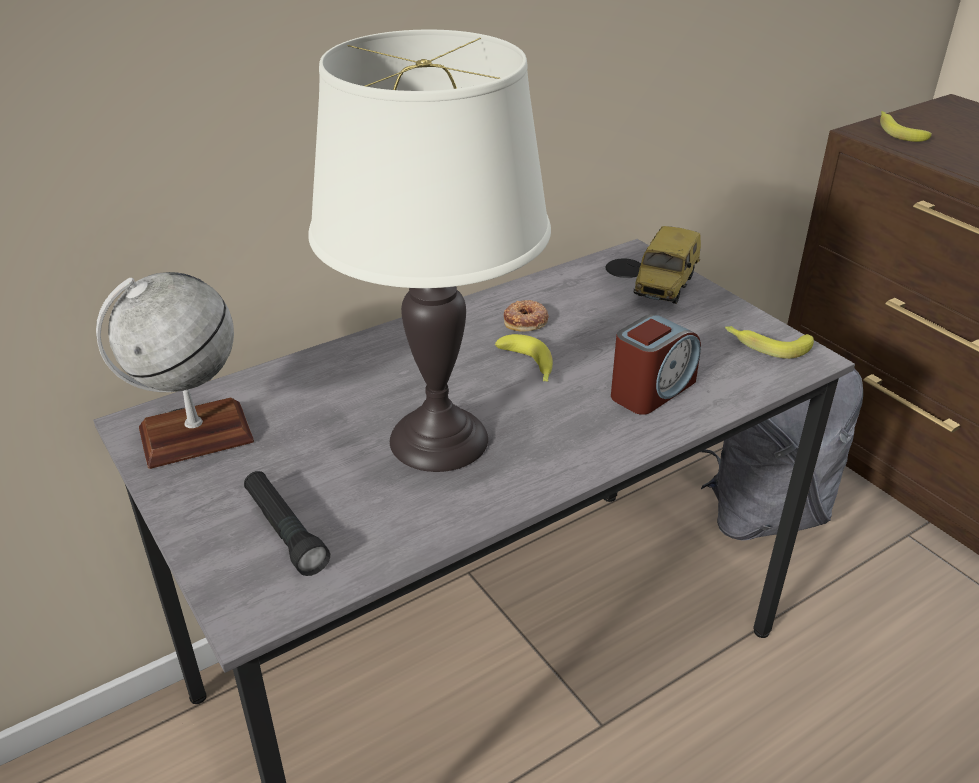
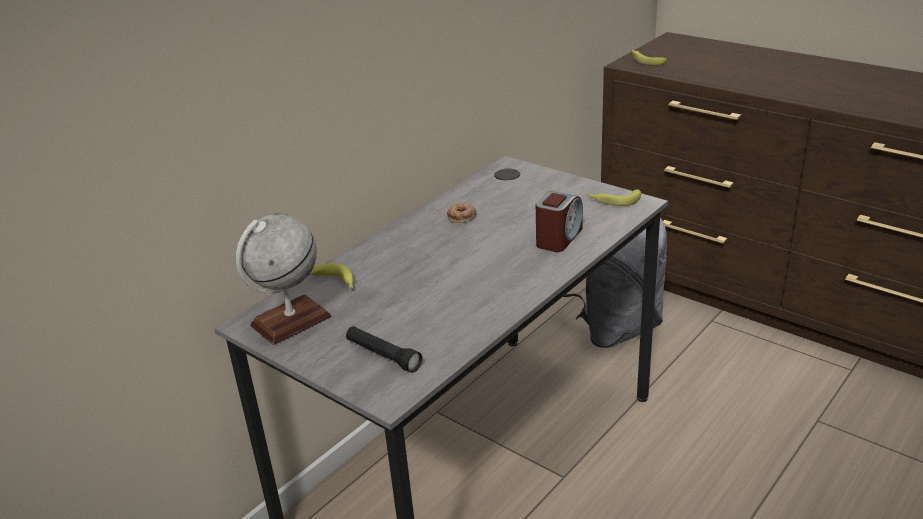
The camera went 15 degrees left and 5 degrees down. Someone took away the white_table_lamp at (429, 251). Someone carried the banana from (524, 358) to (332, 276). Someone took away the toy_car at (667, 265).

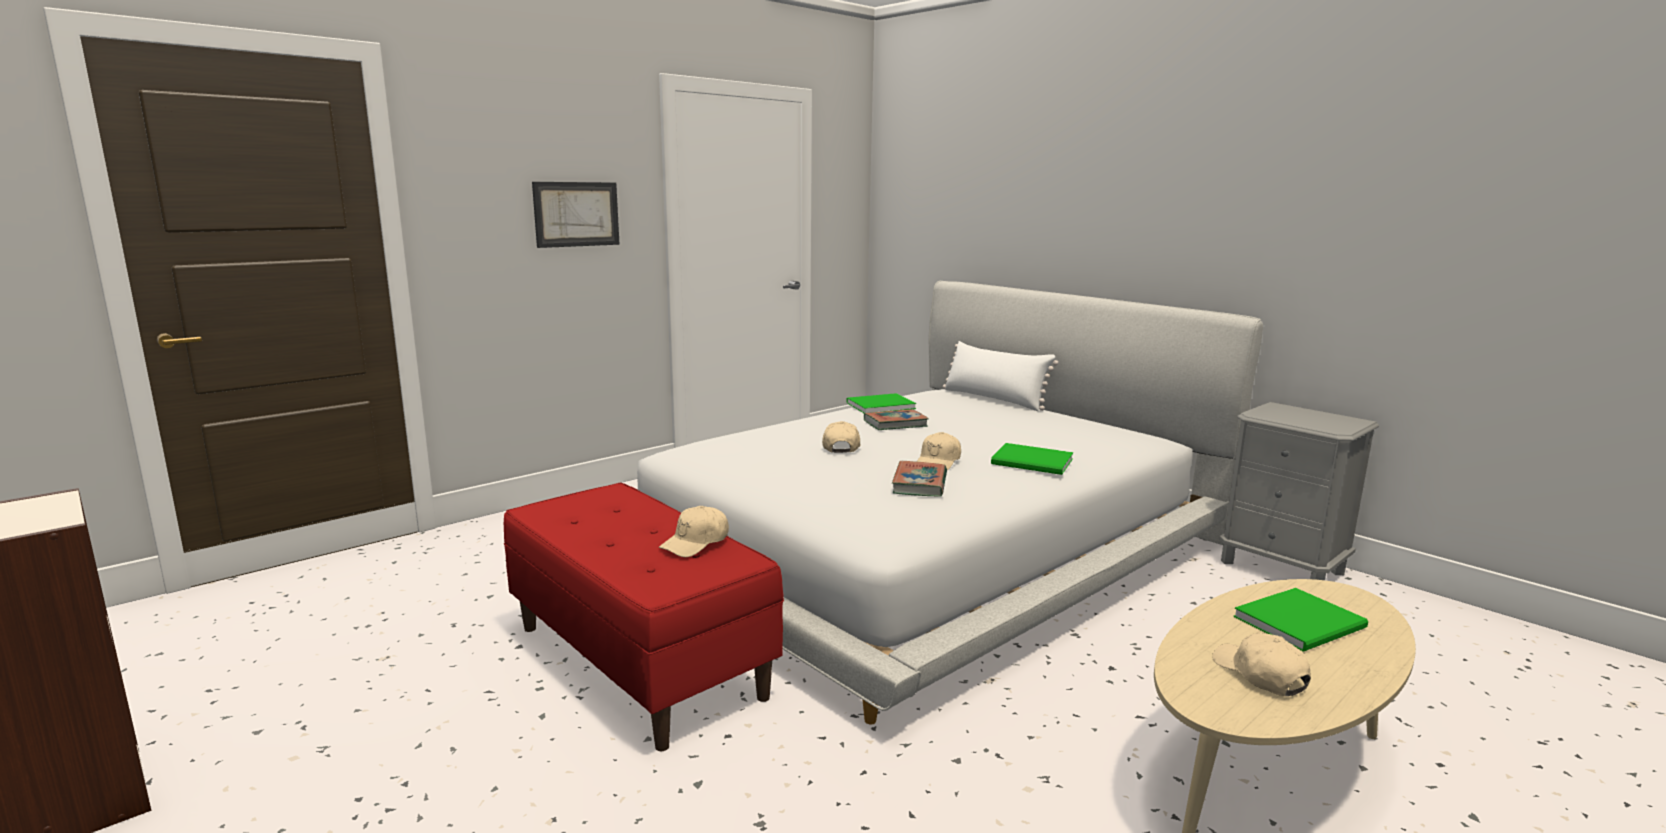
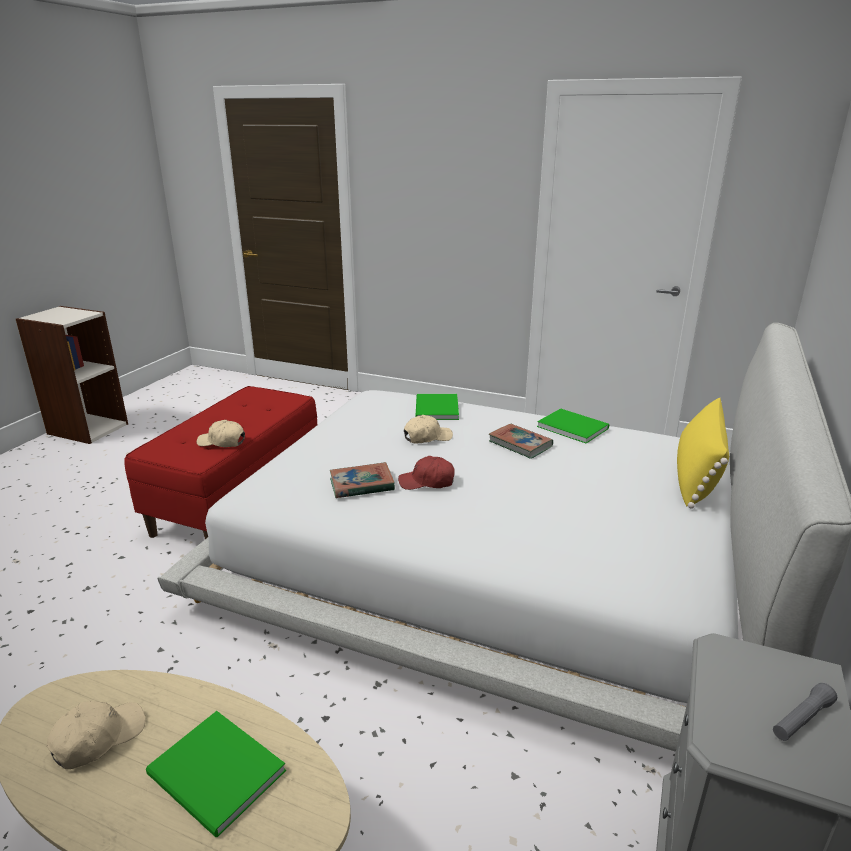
The camera went 65 degrees right and 10 degrees up. Someone took away the picture at (576, 215). Someone repainted the beige_cap at (939, 451), which became the red_cap at (426, 473). Someone repainted the white_pillow at (1000, 376), which became the yellow_pillow at (703, 453). Someone carried the green_book from (1032, 459) to (437, 407). Someone put down the grey_flashlight at (805, 712).

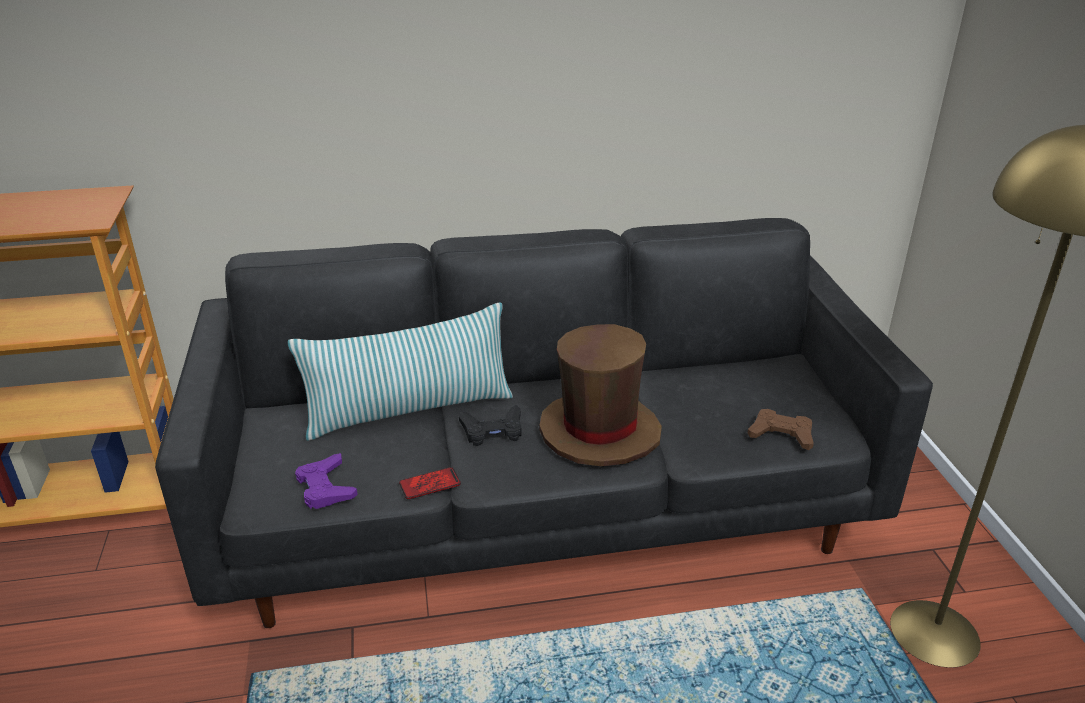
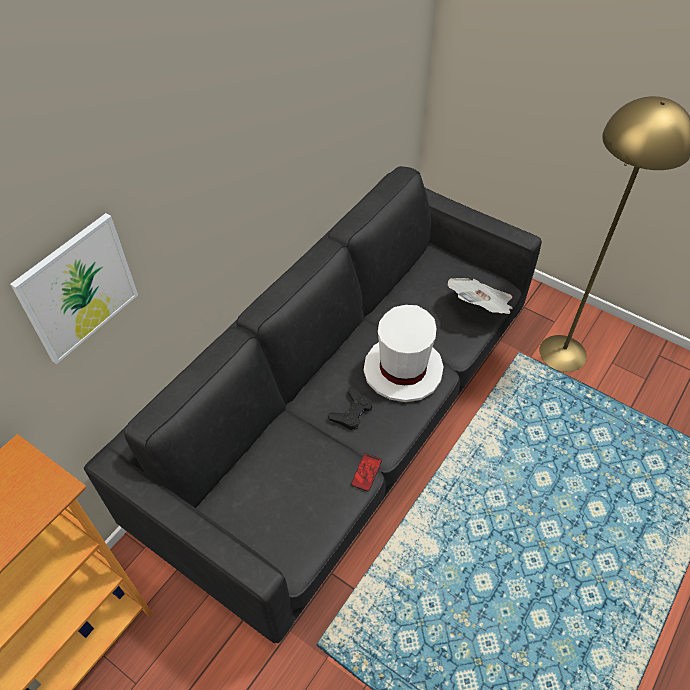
The camera went 45 degrees left and 20 degrees up. Someone took away the pillow at (400, 372). Someone took away the purple_game_controller at (326, 481). Someone repainted the brown_hat at (600, 395), which became the white_hat at (403, 353). Someone swapped the brown_game_controller at (780, 429) for the newspaper at (480, 296). Someone put up the picture at (74, 288).

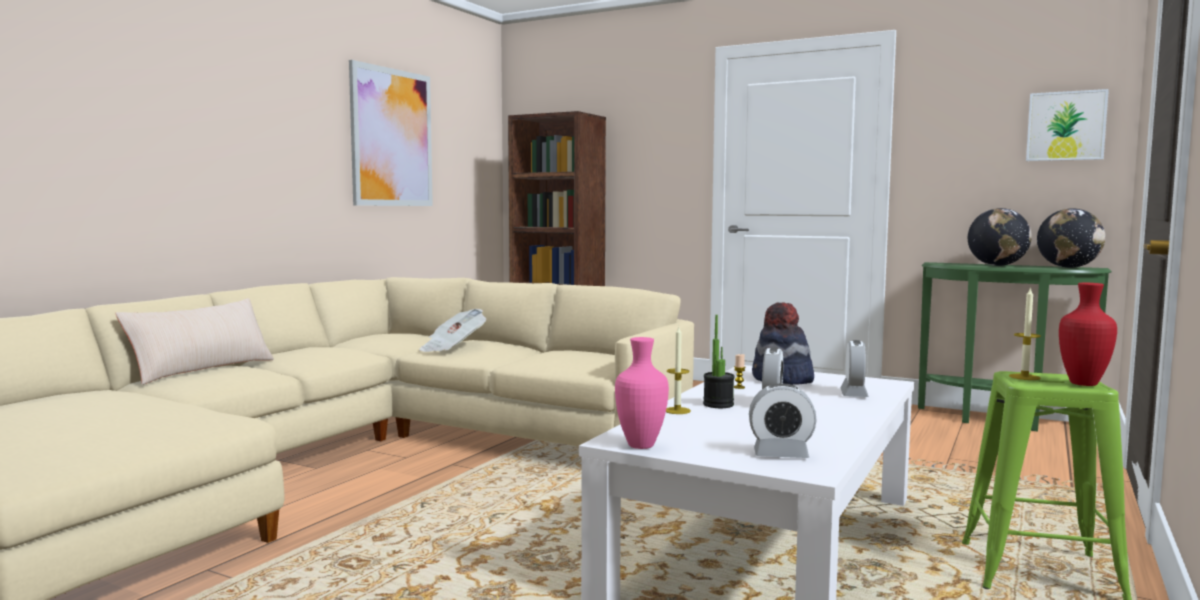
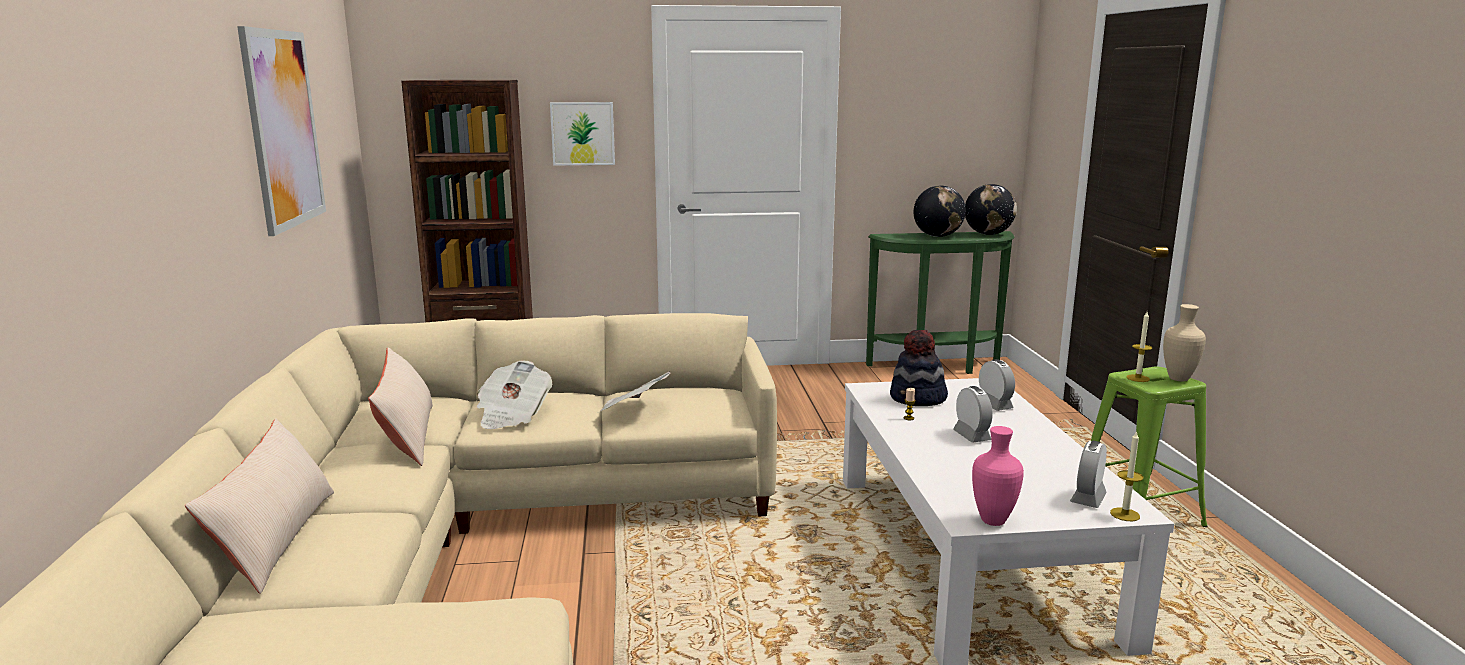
The camera went 35 degrees left and 10 degrees up. Someone carried the candle from (678, 370) to (1126, 476). Someone took away the potted_plant at (719, 361). Someone rotated the alarm_clock at (782, 420) by 150 degrees clockwise. Someone carried the picture from (1067, 125) to (582, 134). Someone repainted the red_vase at (1088, 334), which became the beige_vase at (1184, 342). Someone put down the beige_pillow at (400, 406). Someone put down the newspaper at (634, 391).

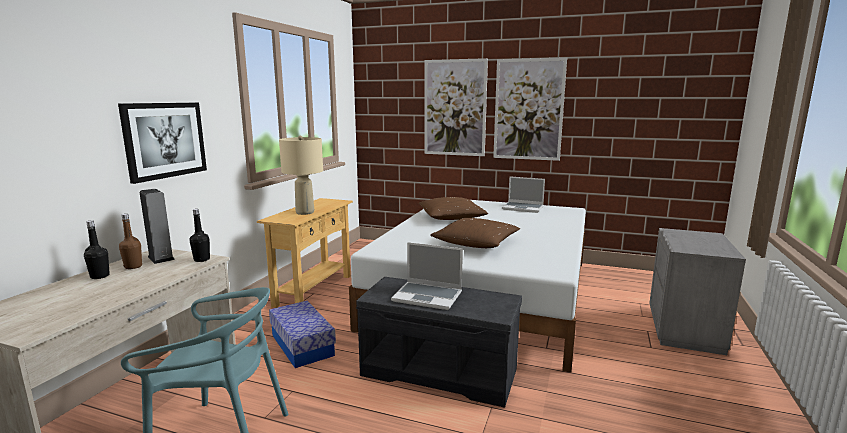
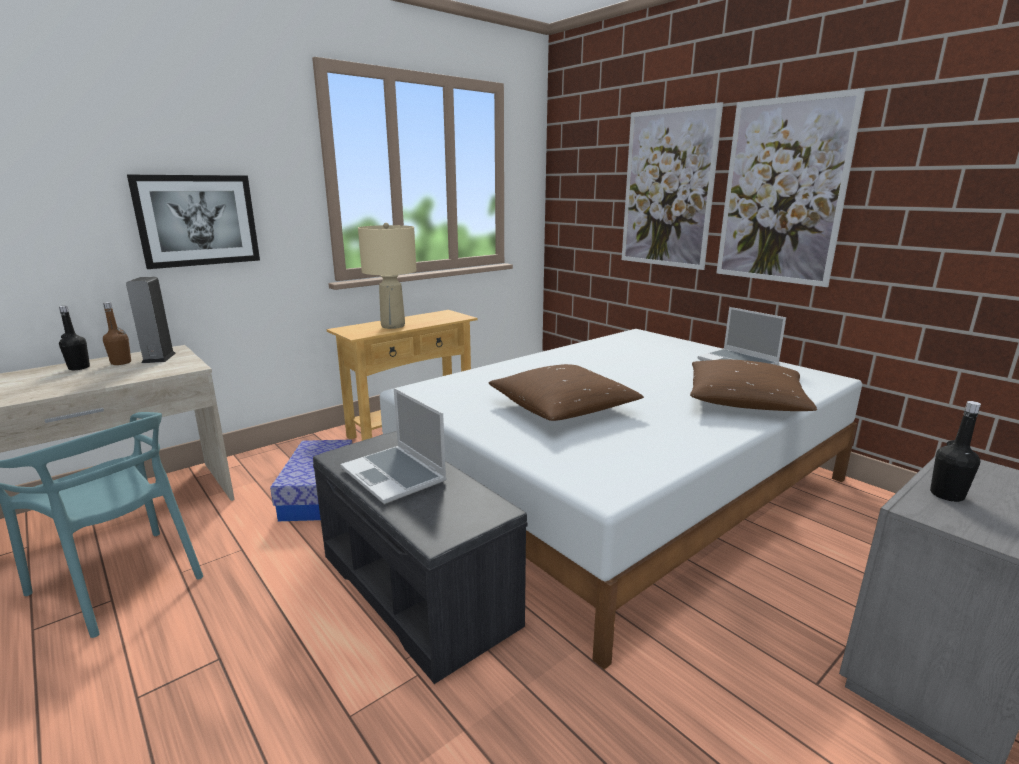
The camera went 30 degrees right and 5 degrees up. Someone carried the black_bottle from (200, 235) to (955, 451). Someone carried the brown_pillow from (453, 208) to (753, 385).

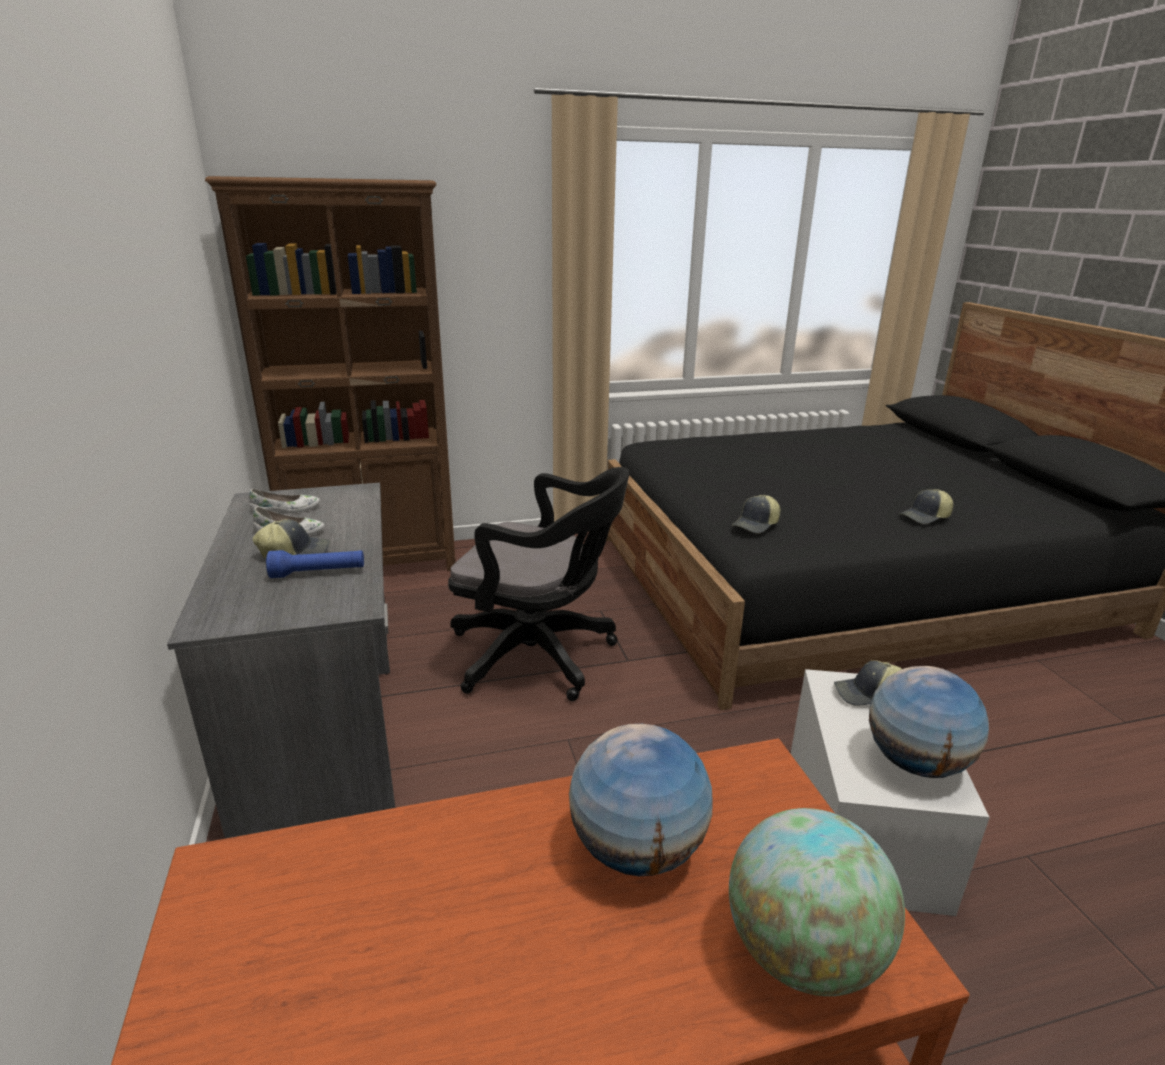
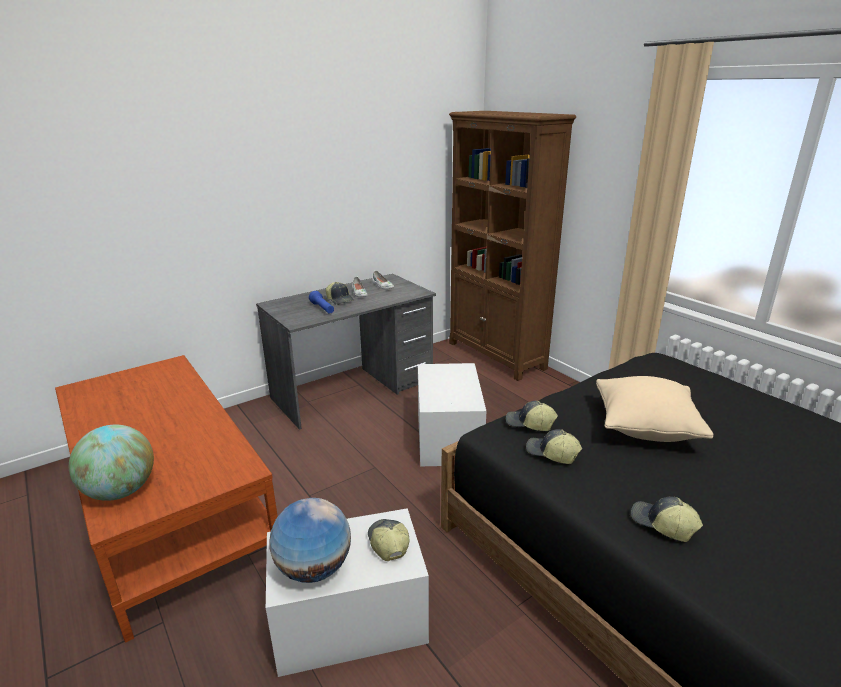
The camera went 70 degrees right and 0 degrees up. Someone swapped the black_office_chair at (539, 584) for the white_storage_box at (452, 414). Someone took away the globe at (641, 800). Someone put down the cap at (554, 446). Someone put down the beige_pillow at (654, 409).

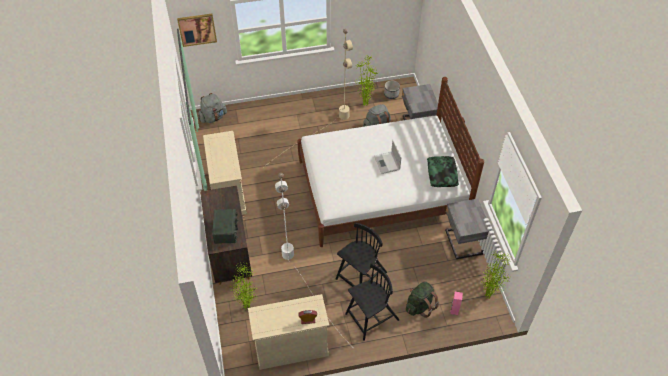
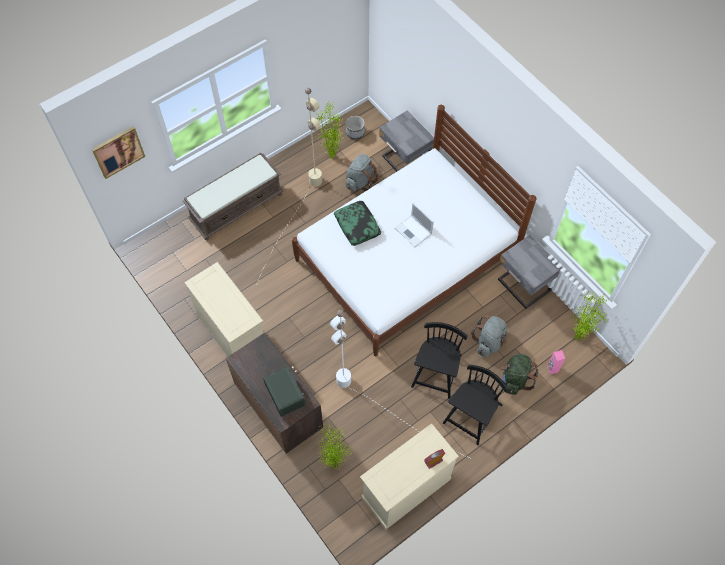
The camera went 25 degrees left and 10 degrees up. Someone carried the grey_backpack from (212, 108) to (489, 336). Someone carried the pillow from (443, 171) to (357, 223). Someone put down the brown_bench at (233, 196).

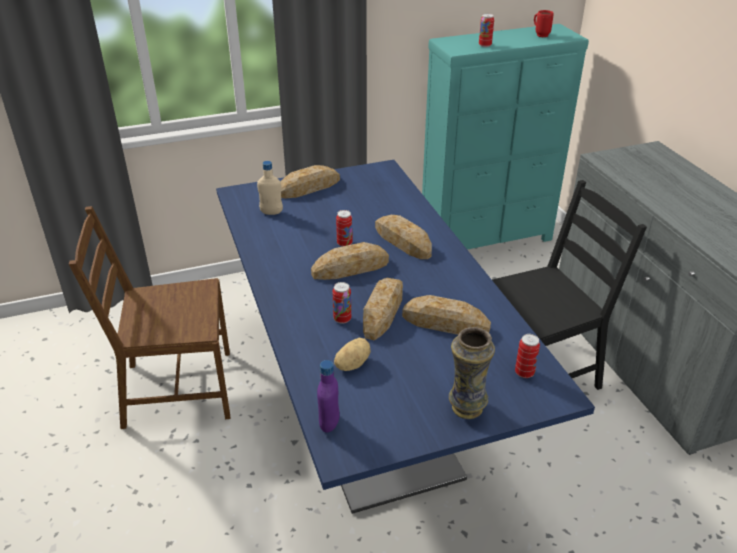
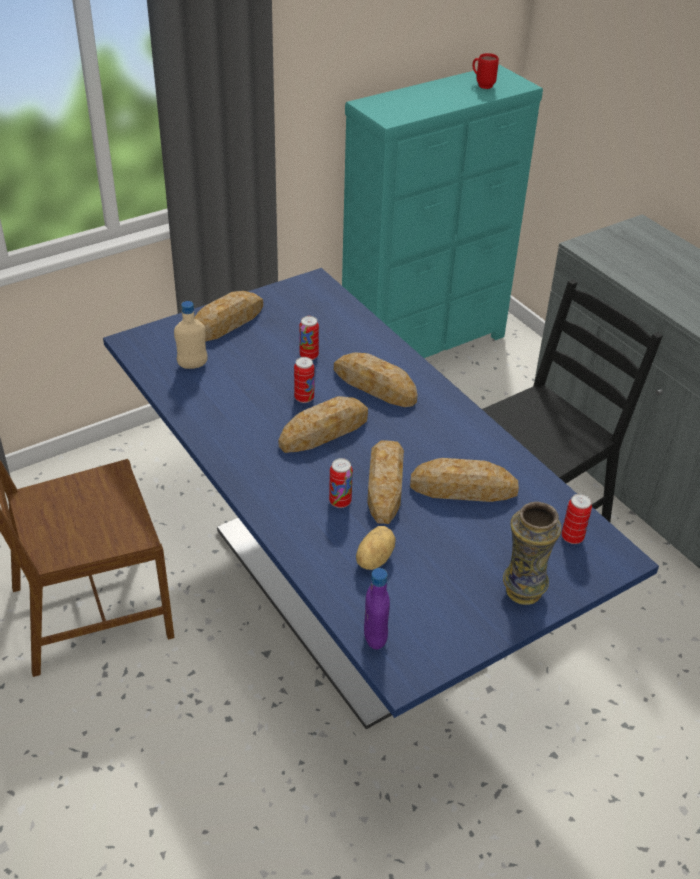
The camera went 15 degrees left and 5 degrees up. Someone carried the can from (486, 30) to (309, 338).

